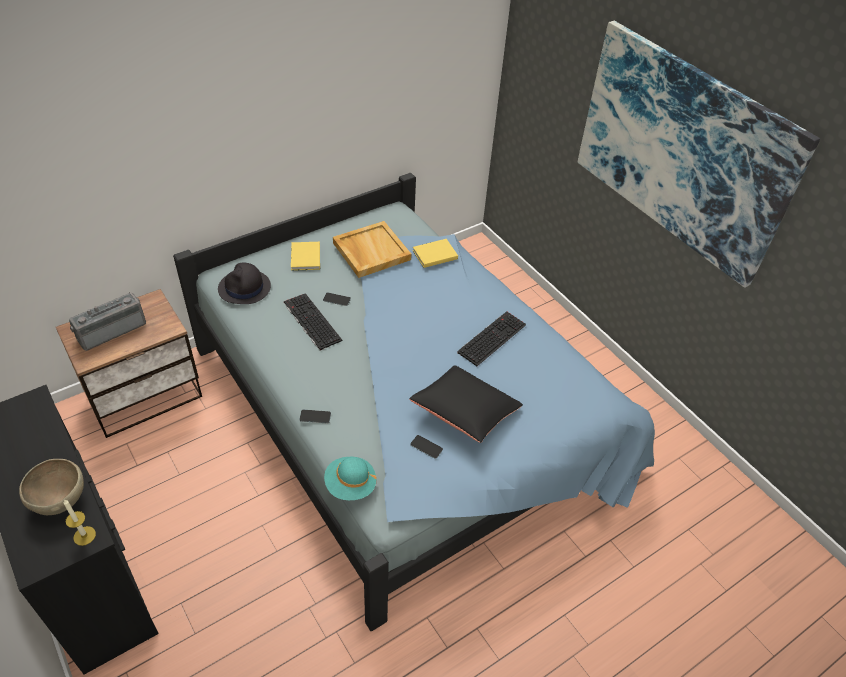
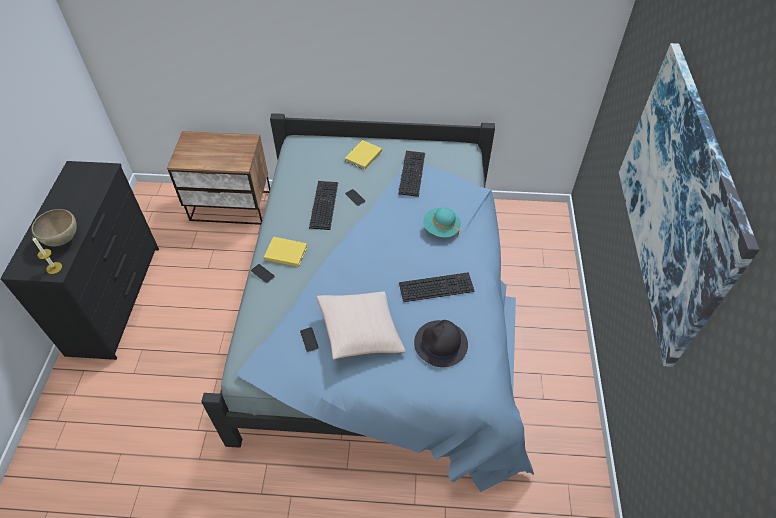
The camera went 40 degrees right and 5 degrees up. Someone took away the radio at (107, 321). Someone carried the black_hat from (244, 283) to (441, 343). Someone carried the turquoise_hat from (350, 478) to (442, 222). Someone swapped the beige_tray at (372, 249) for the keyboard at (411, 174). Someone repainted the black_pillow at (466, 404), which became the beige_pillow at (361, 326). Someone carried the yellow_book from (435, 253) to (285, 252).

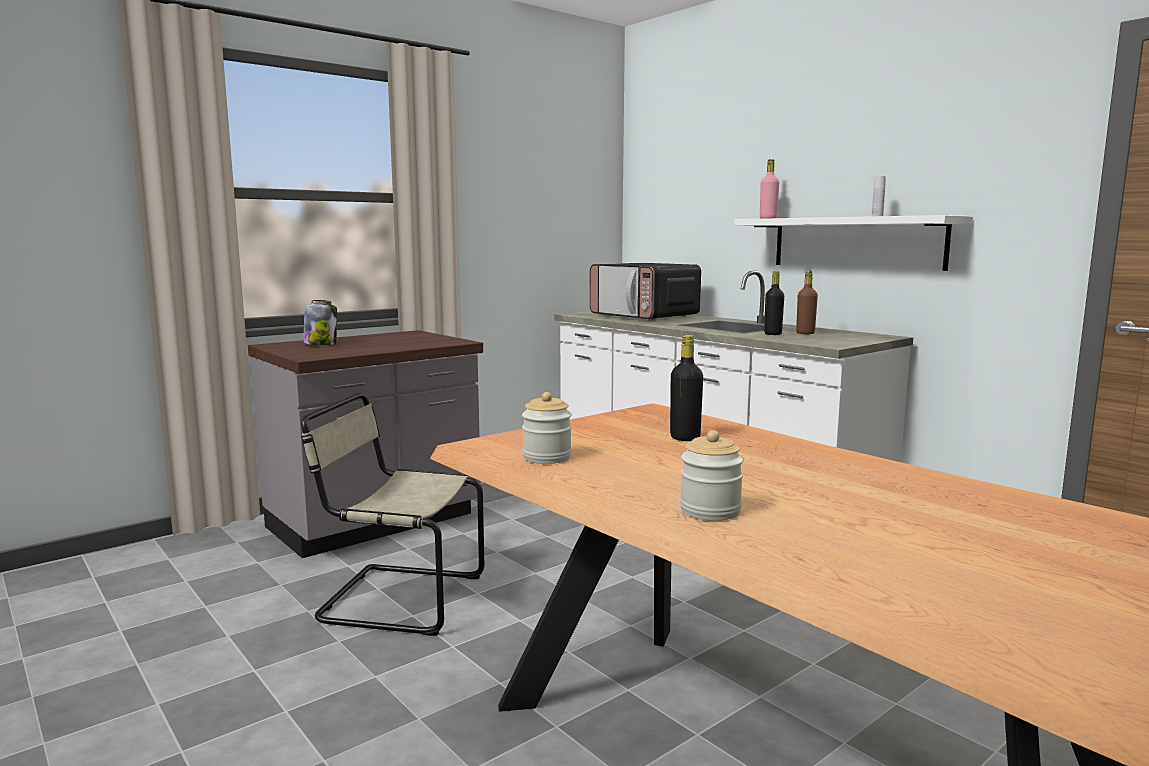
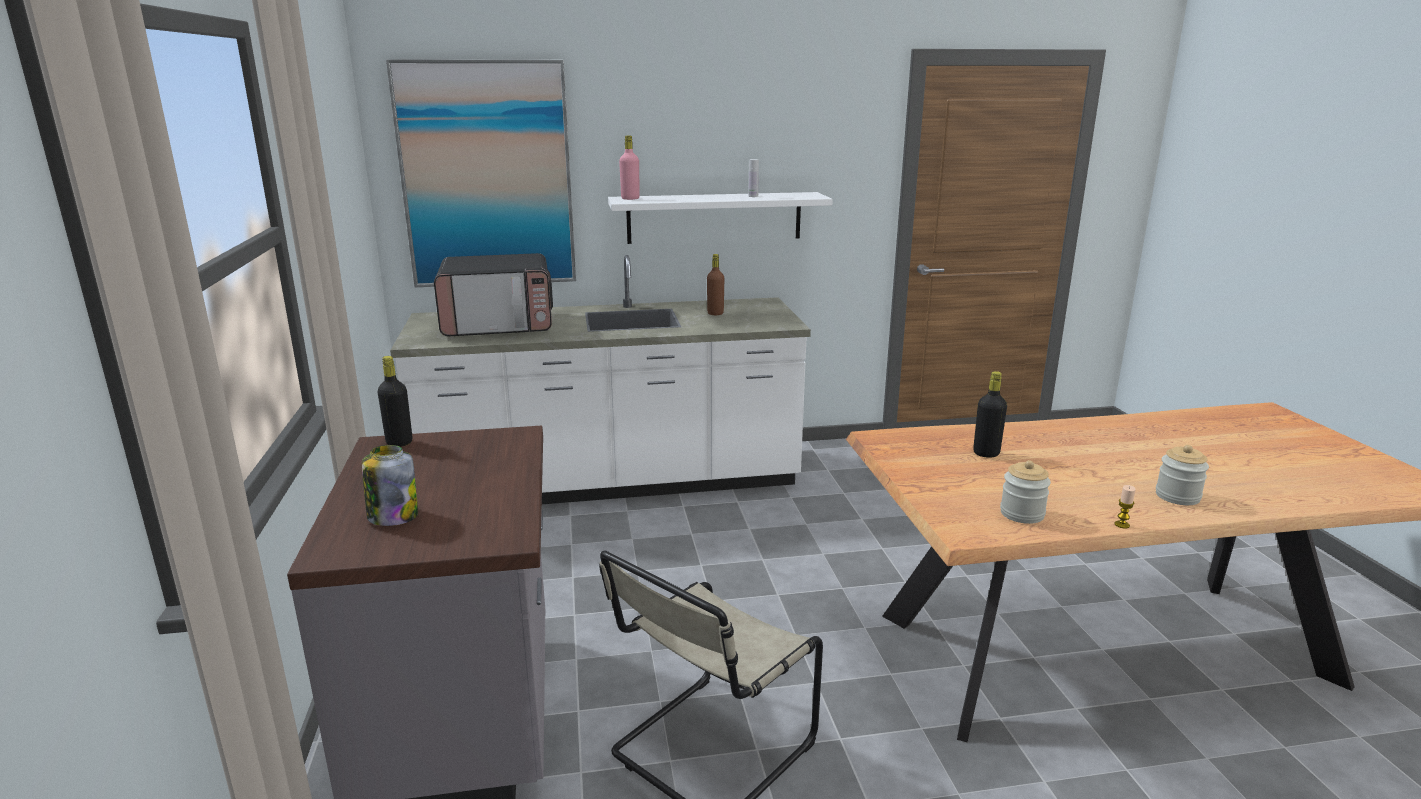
The camera went 60 degrees left and 10 degrees up. Someone carried the black_bottle from (774, 303) to (394, 401). Someone put up the picture at (481, 173). Someone put down the candle at (1125, 507).

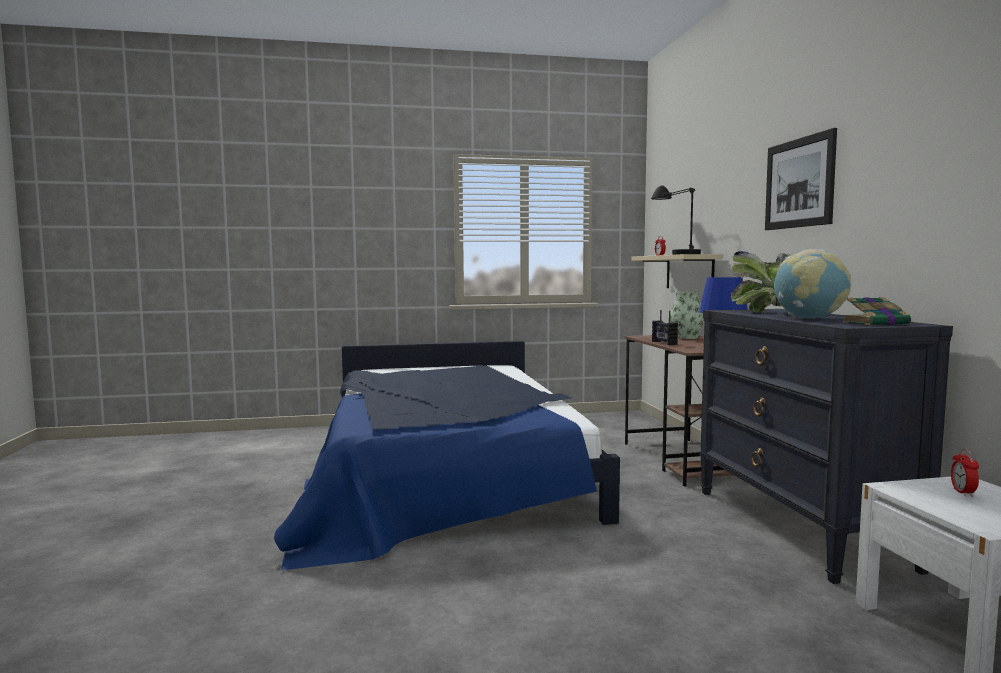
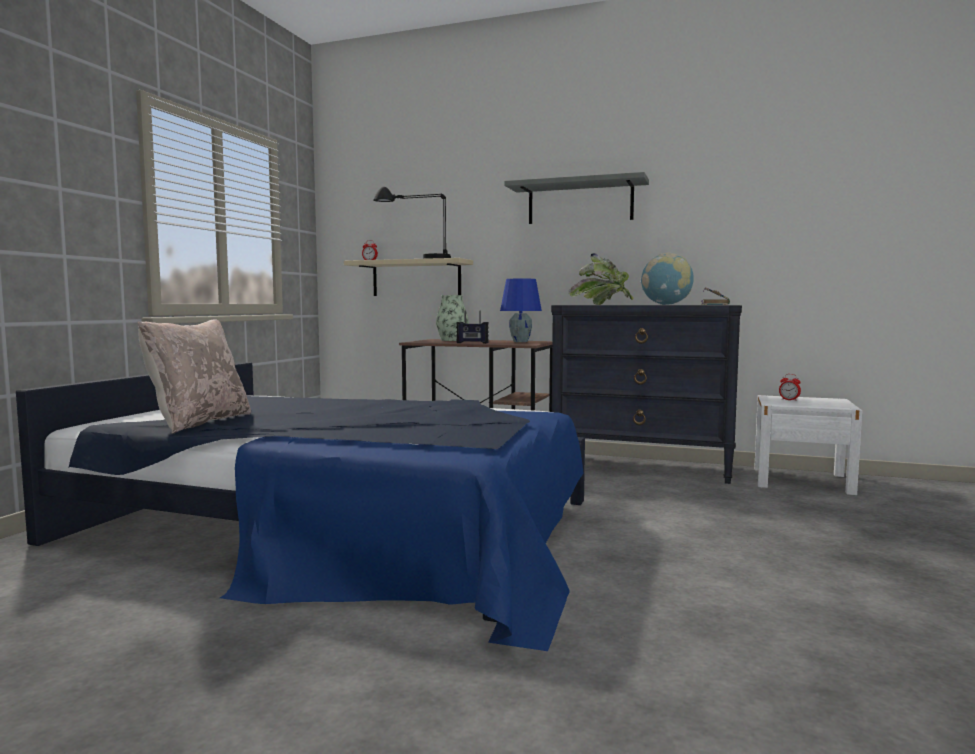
The camera went 60 degrees left and 0 degrees up. Someone swapped the picture at (801, 179) for the grey_shelf at (576, 198). Someone put down the beige_pillow at (194, 376).

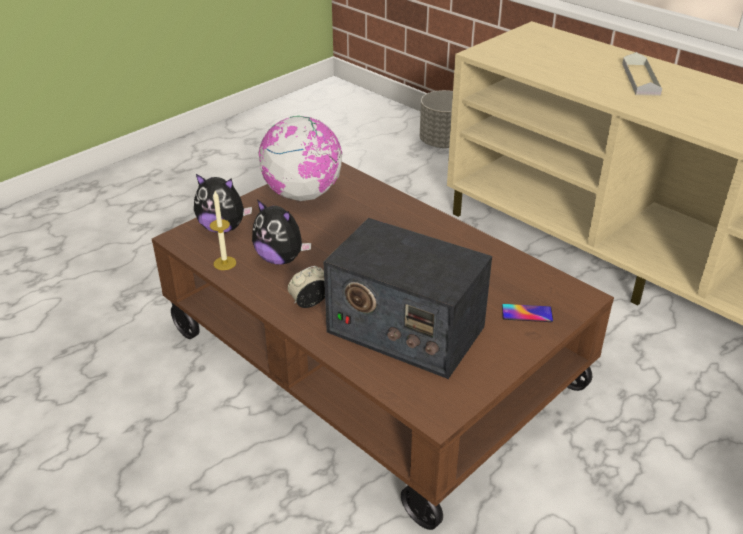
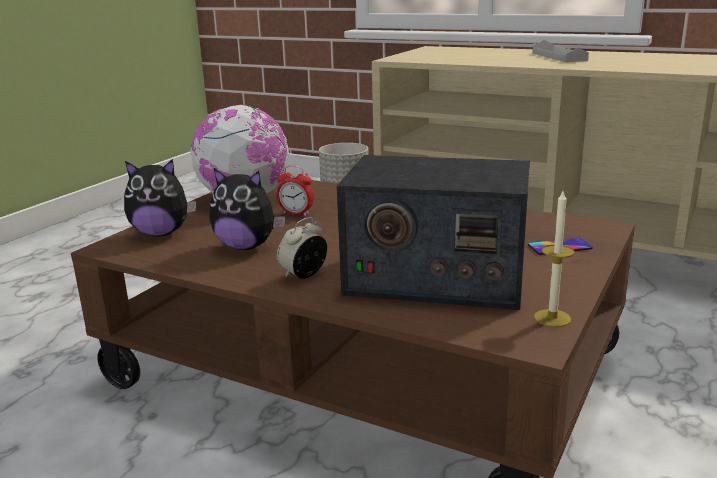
The camera went 15 degrees left and 15 degrees down. Someone carried the candle from (223, 230) to (554, 259). Someone put down the alarm_clock at (295, 190).

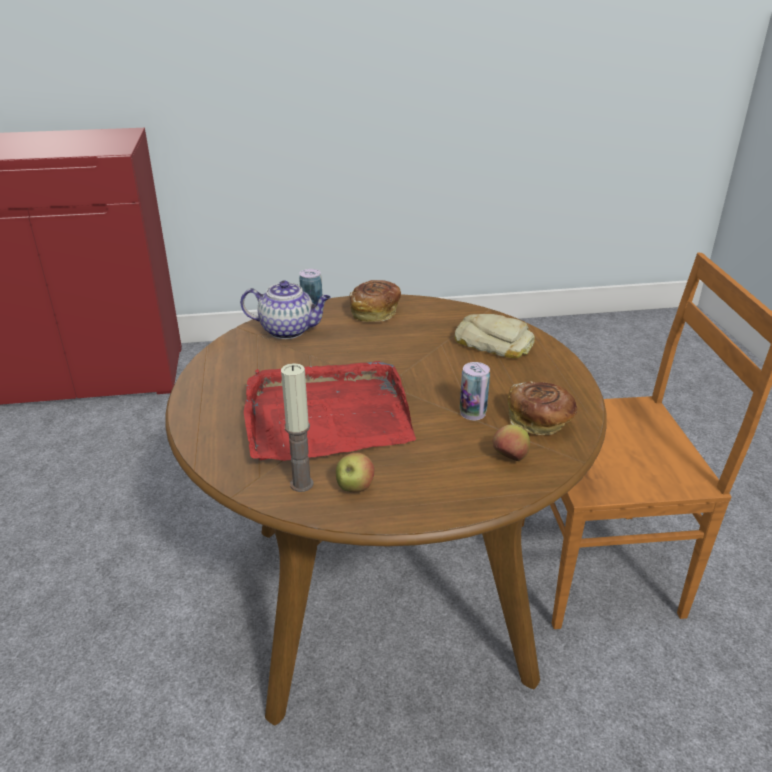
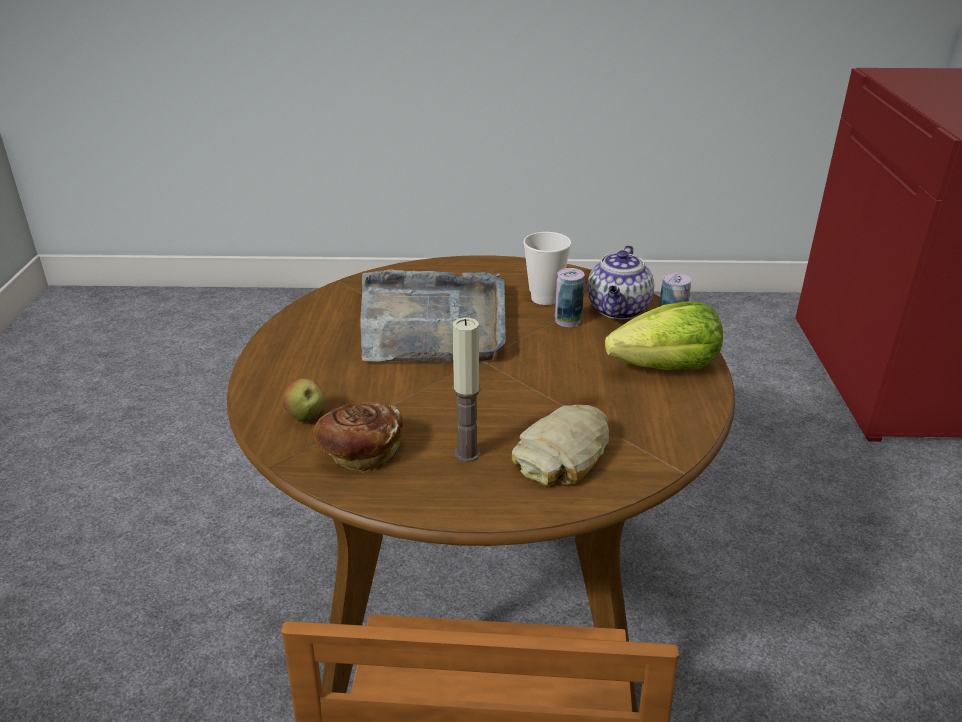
The camera went 100 degrees right and 0 degrees up. Someone repainted the red_tray at (330, 411), which became the grey_tray at (433, 317). Someone carried the candle from (297, 427) to (466, 390). Someone took away the apple at (355, 472). Someone swapped the bread at (375, 301) for the lettuce at (664, 335). Someone carried the can from (475, 391) to (570, 297). Someone put down the cup at (547, 268).

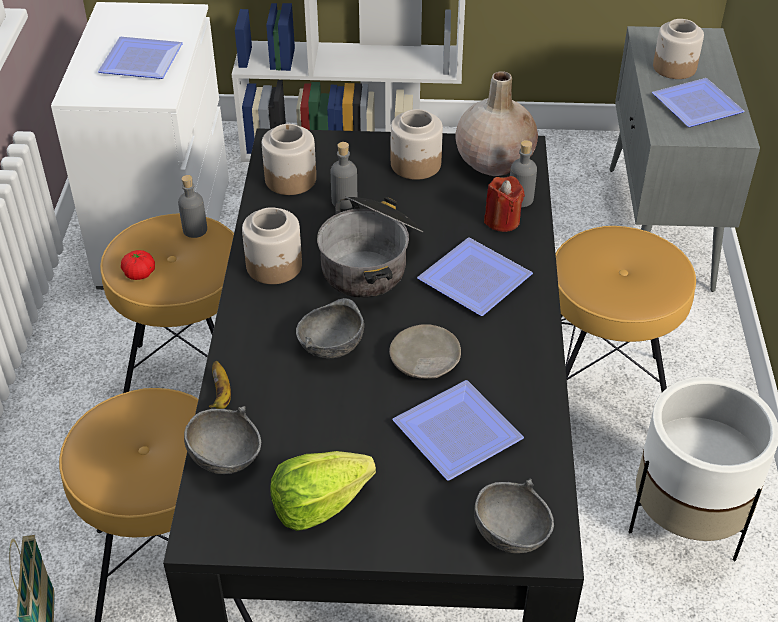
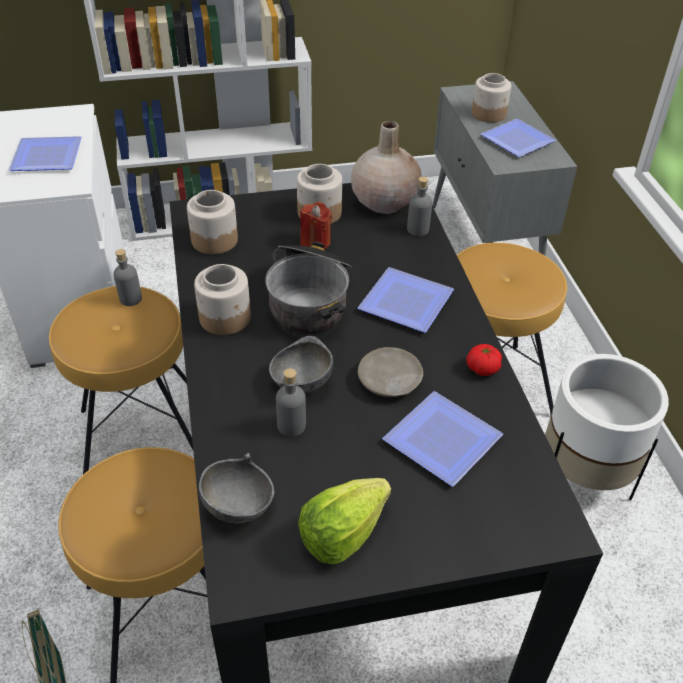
The camera went 15 degrees left and 0 degrees up. Someone carried the tomato from (138, 265) to (484, 360). Someone took away the banana at (220, 385). Someone carried the grey_bottle from (344, 175) to (291, 402). Someone took away the grey_bowl at (514, 515). Someone carried the red_candle from (504, 204) to (316, 225).

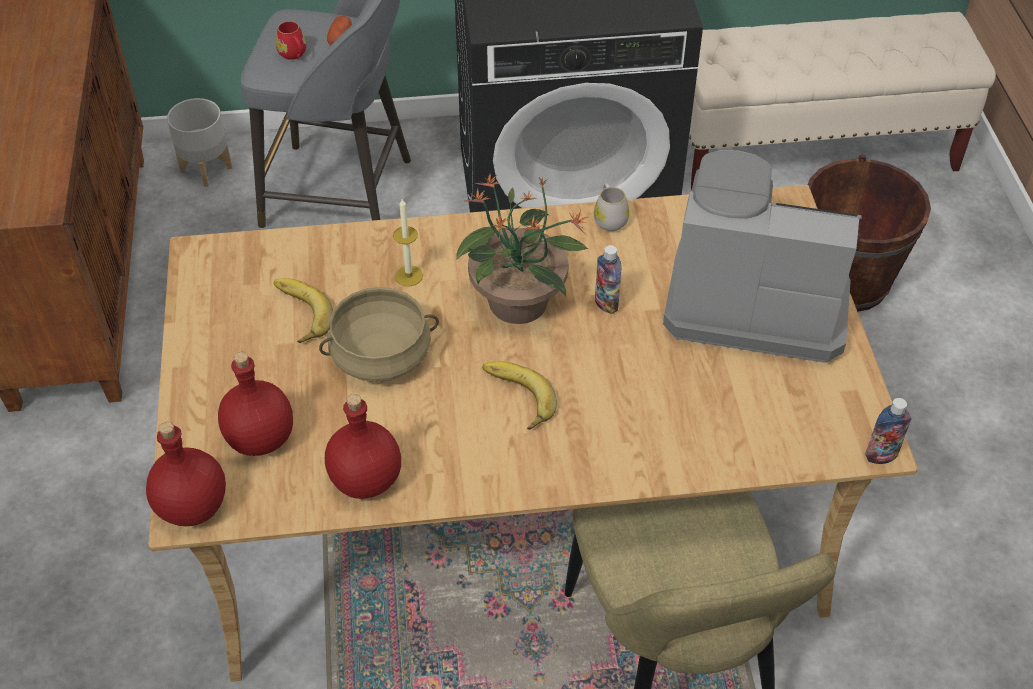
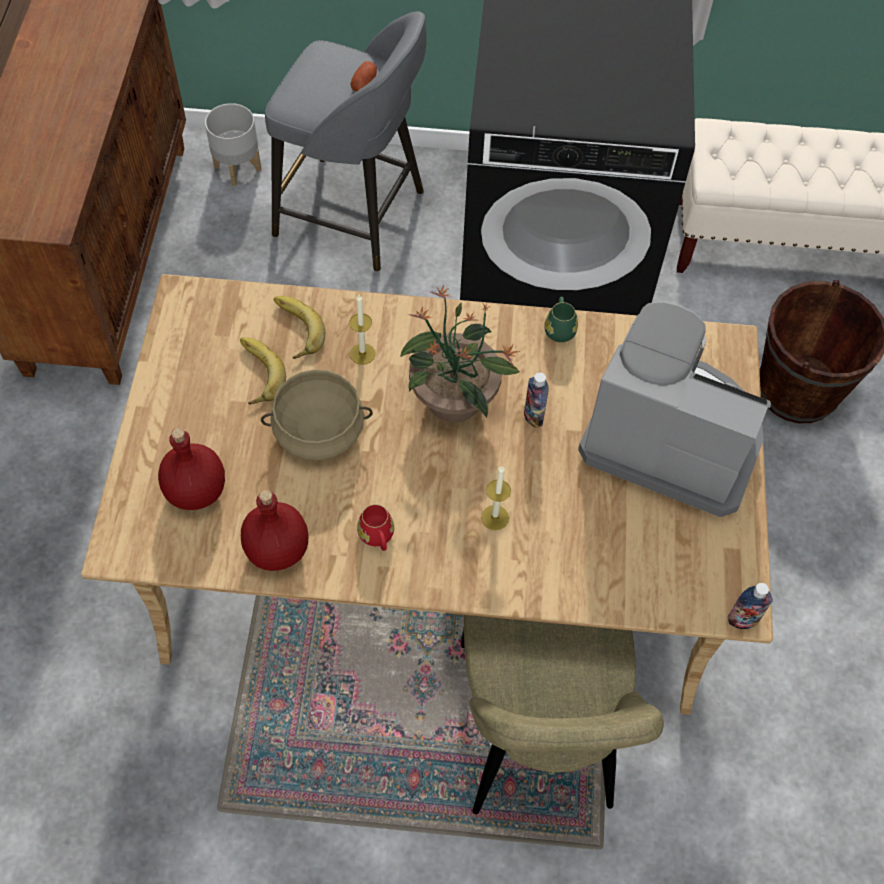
The camera went 10 degrees right and 10 degrees up. Someone took away the red_bottle at (186, 474). Someone carried the red_mug from (291, 40) to (375, 527). Someone carried the banana from (520, 395) to (299, 327). Someone repainted the white_mug at (611, 207), which became the green_mug at (561, 319). Someone put down the candle at (496, 498).

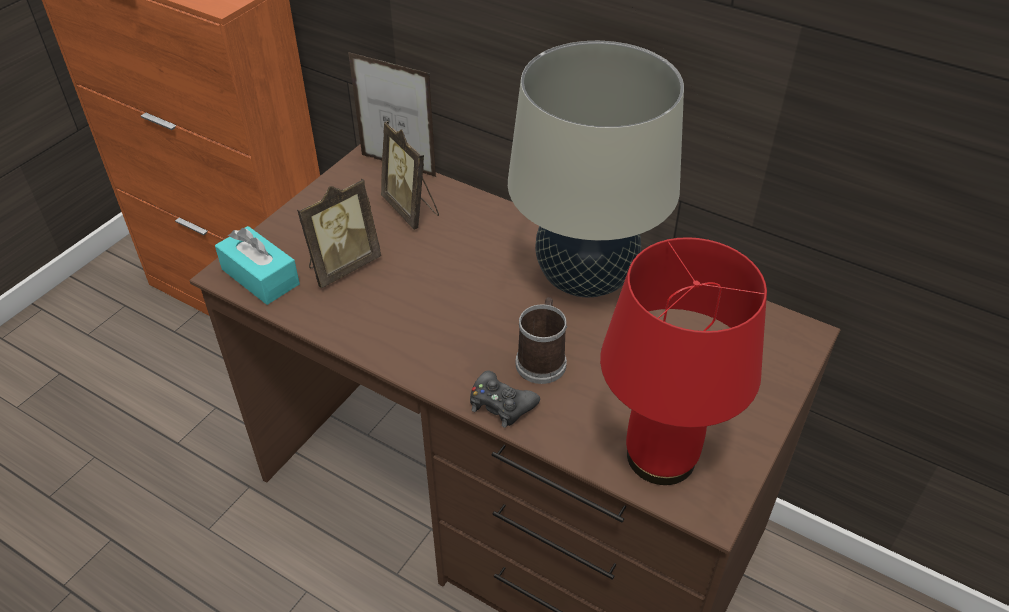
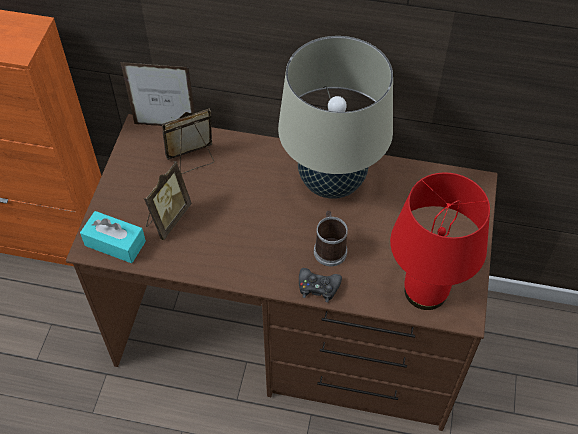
The camera went 20 degrees left and 10 degrees up. Someone rotated the picture_frame at (410, 175) by 120 degrees clockwise.

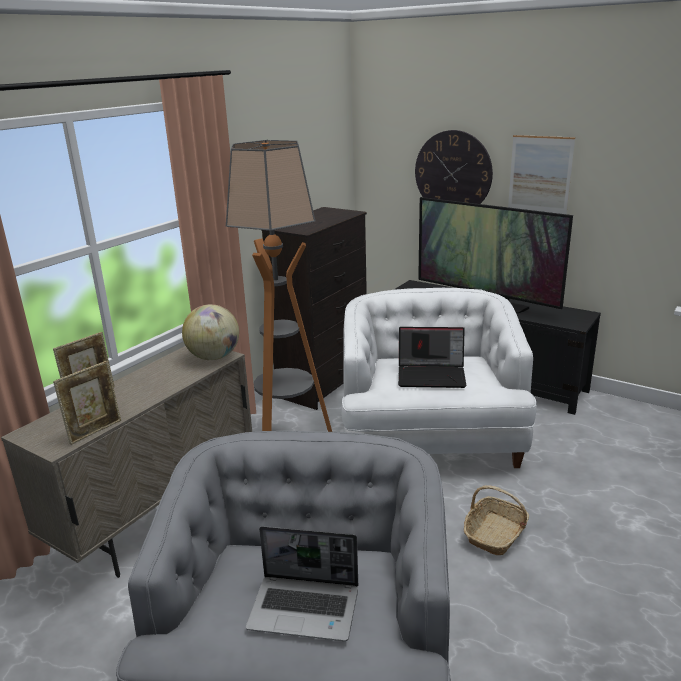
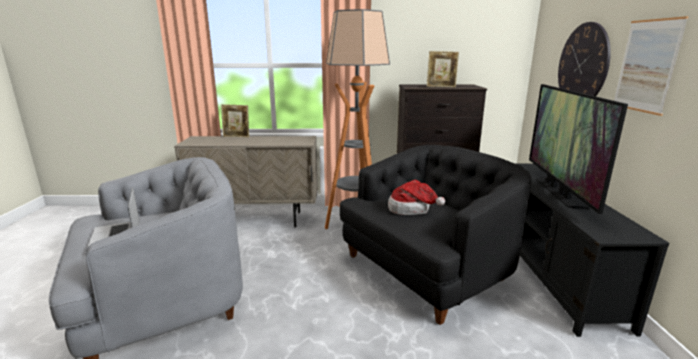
The camera went 55 degrees right and 5 degrees down. Someone carried the picture_frame from (87, 403) to (443, 69). Someone took away the globe at (210, 332). Someone repainted the white_armchair at (439, 378), which became the black_armchair at (435, 235). Someone swapped the laptop at (432, 357) for the hat at (416, 197). Someone took away the basket at (496, 520).

